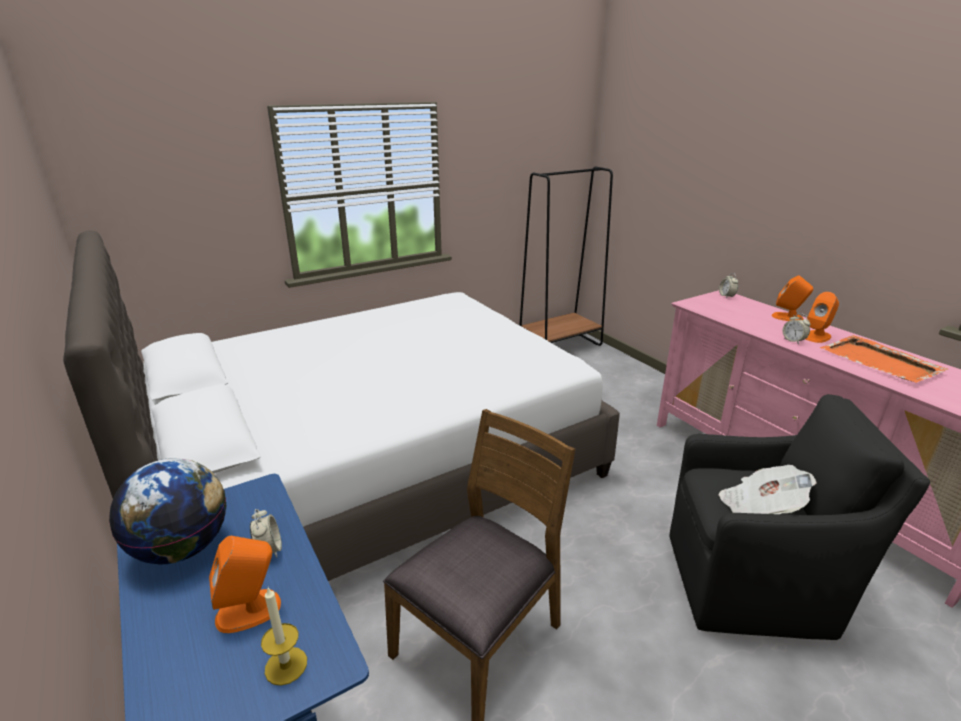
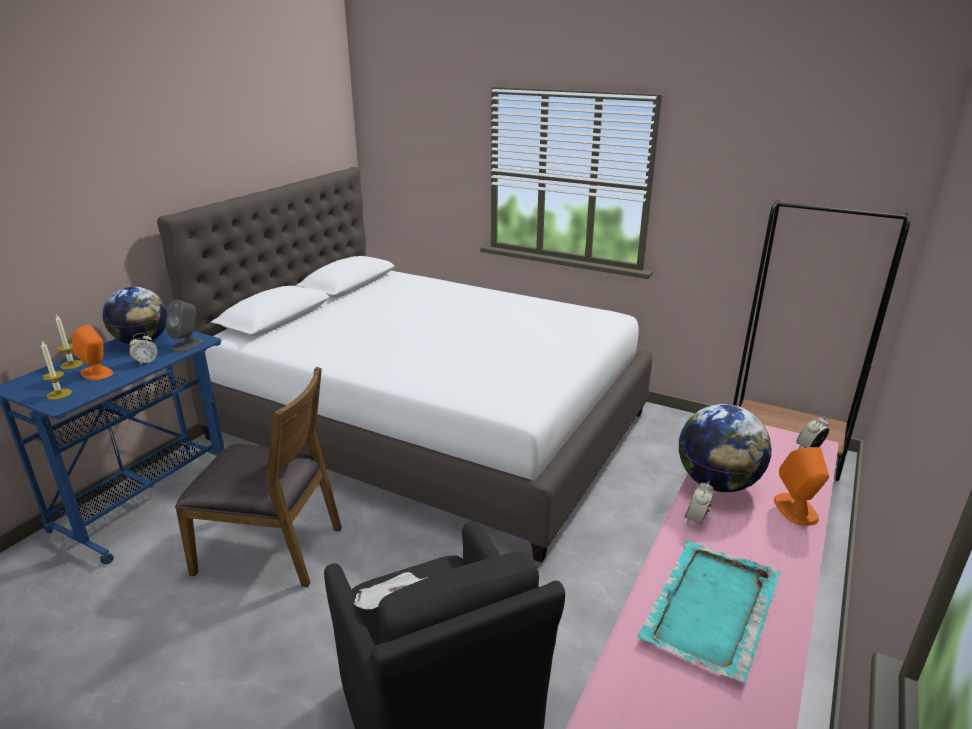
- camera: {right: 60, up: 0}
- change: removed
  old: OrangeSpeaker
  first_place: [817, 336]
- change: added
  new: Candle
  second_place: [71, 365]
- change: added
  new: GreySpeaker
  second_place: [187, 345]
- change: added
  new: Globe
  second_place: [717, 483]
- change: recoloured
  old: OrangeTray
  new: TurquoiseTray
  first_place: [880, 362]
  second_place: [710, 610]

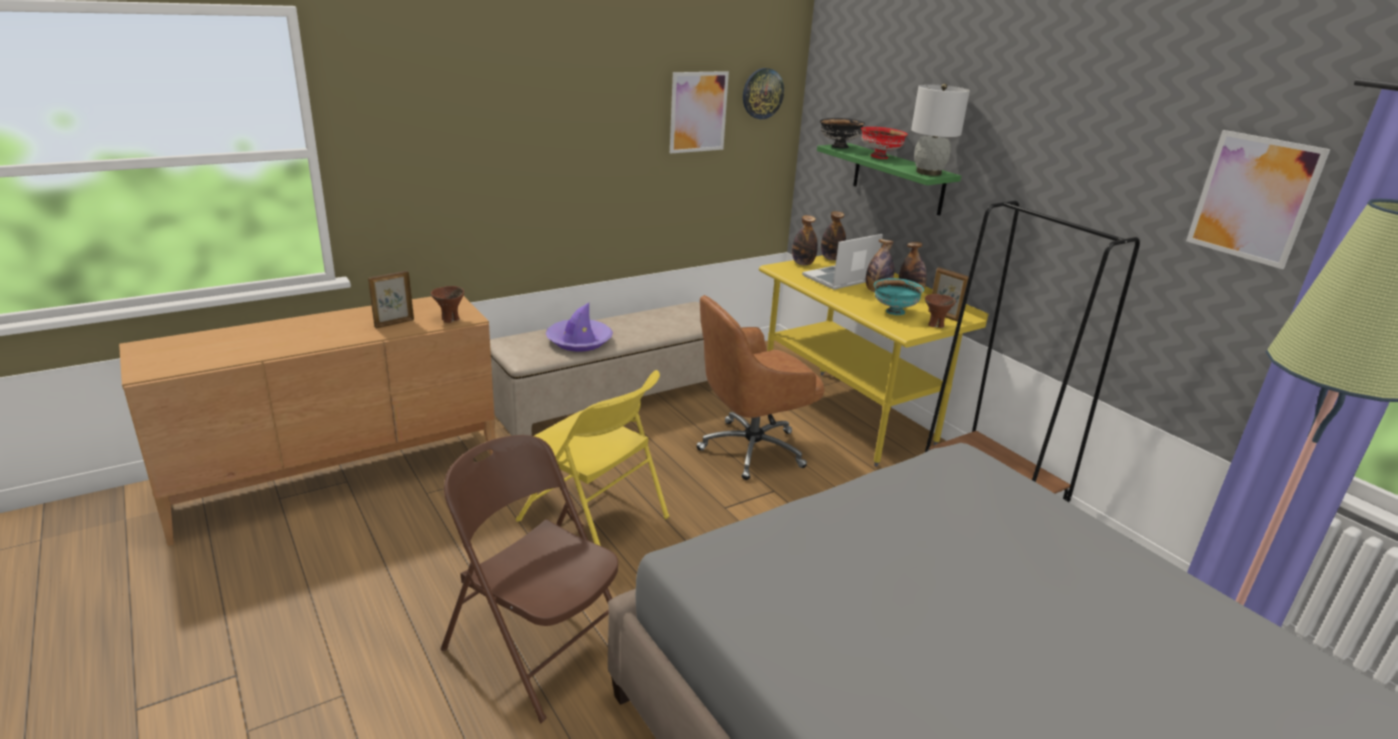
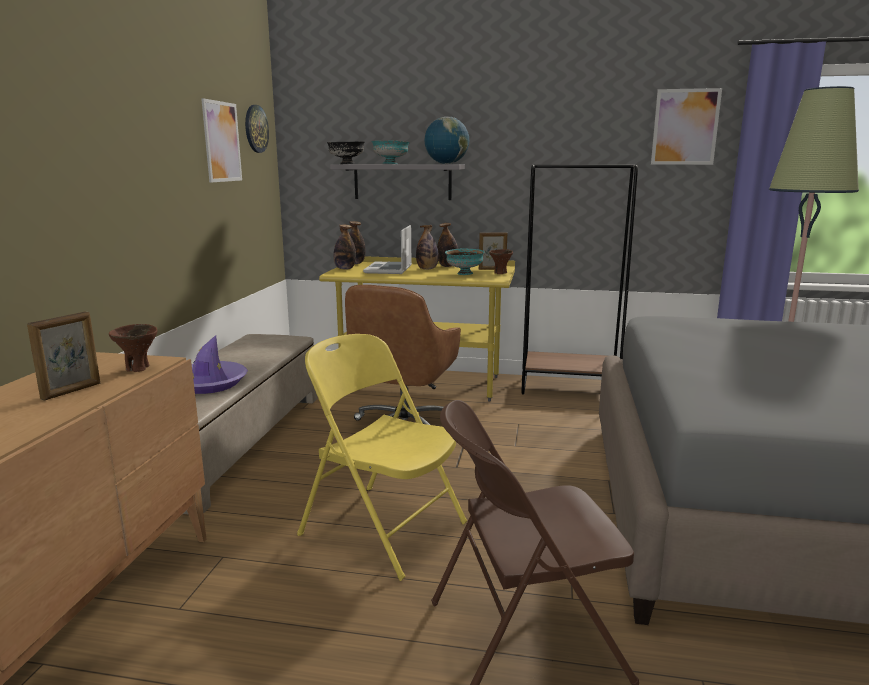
- camera: {right: -45, up: -10}
- change: replaced
  old: WhiteTableLamp
  new: Globe
  first_place: [929, 172]
  second_place: [446, 164]
- change: recoloured
  old: GreenShelf
  new: GreyShelf
  first_place: [898, 179]
  second_place: [402, 182]
- change: recoloured
  old: RedBowl
  new: TurquoiseBowl
  first_place: [880, 157]
  second_place: [390, 164]
- change: turned
  old: PictureFrame
  first_place: [394, 323]
  second_place: [72, 391]
  degrees: -150
- change: turned
  old: YellowChair
  first_place: [593, 519]
  second_place: [384, 528]
  degrees: -135

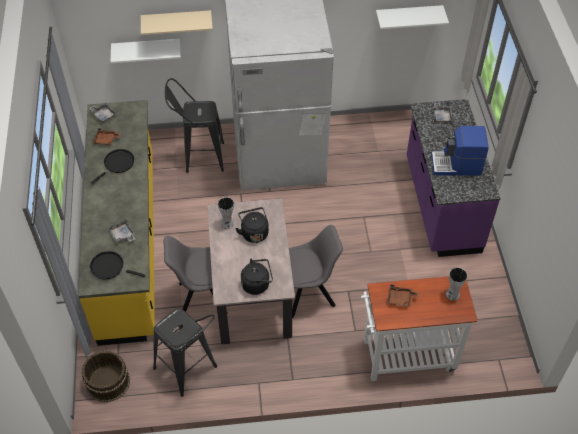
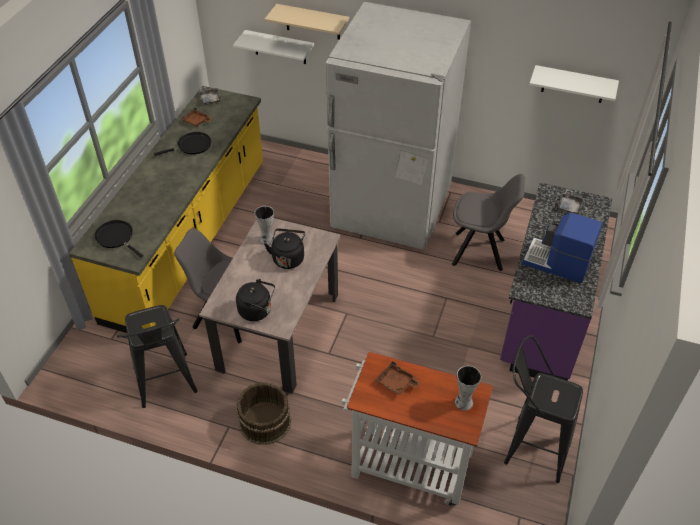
- camera: {right: 25, up: -5}
- change: removed
  old: GreyTray
  first_place: [122, 235]
- change: moved
  old: BrownBucket
  first_place: [107, 382]
  second_place: [264, 422]
- change: moved
  old: BlackStool
  first_place: [199, 157]
  second_place: [529, 445]
- change: moved
  old: GreyChair
  first_place: [308, 294]
  second_place: [479, 252]

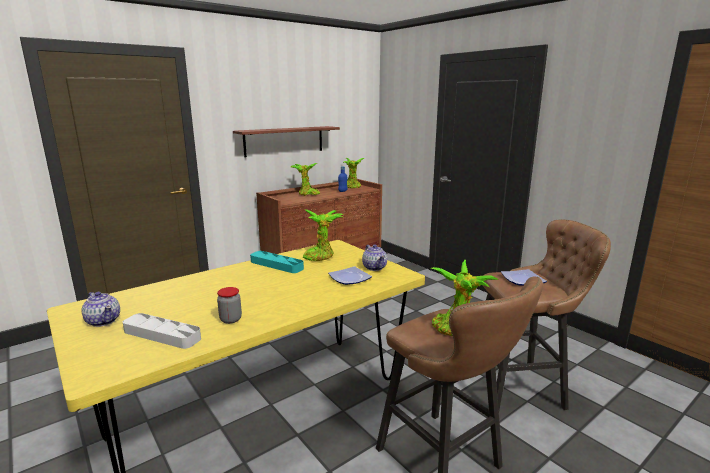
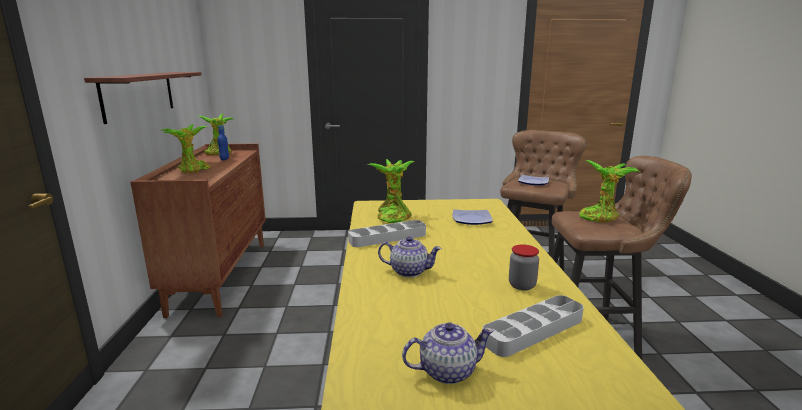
- camera: {right: -55, up: 0}
- change: moved
  old: Teapot
  first_place: [374, 267]
  second_place: [408, 271]
- change: recoloured
  old: TurquoiseTray
  new: GreyTray
  first_place: [276, 265]
  second_place: [387, 237]

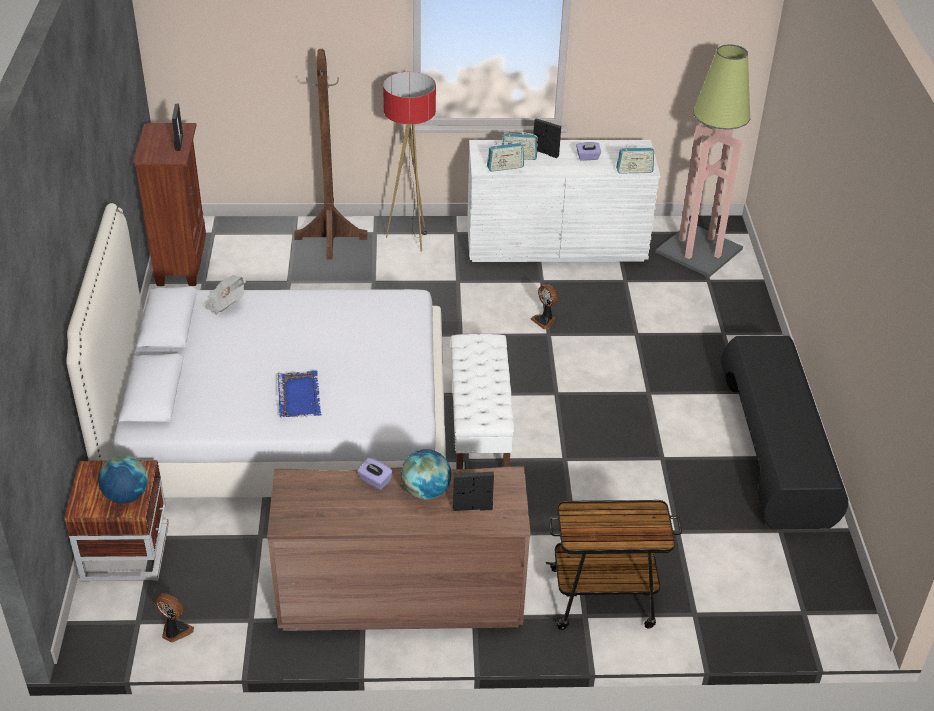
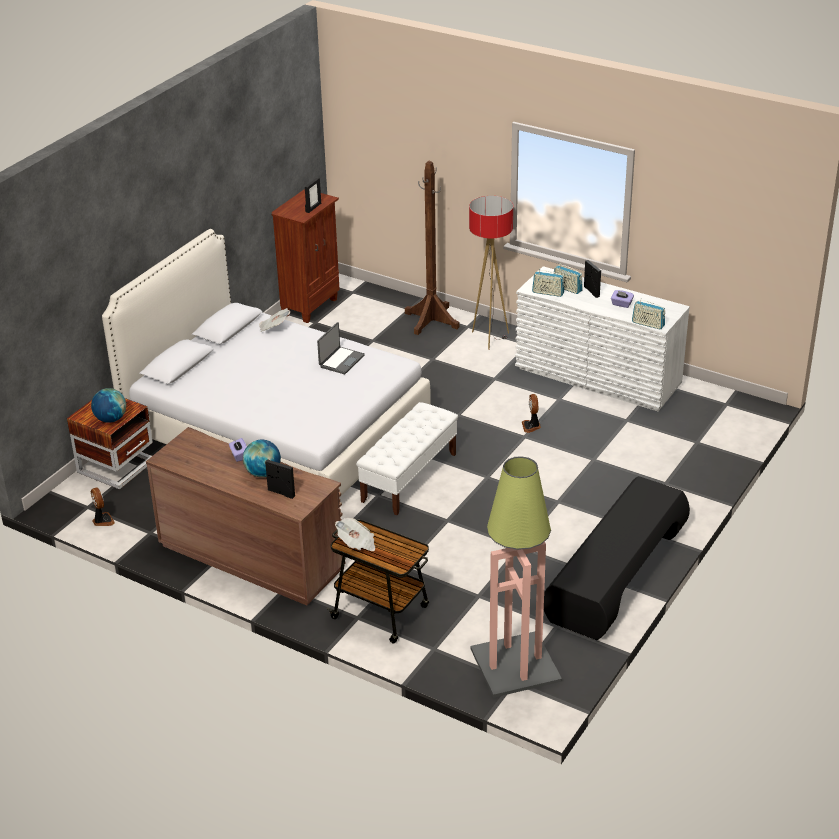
- camera: {right: 35, up: -5}
- change: removed
  old: BlueTray
  first_place: [299, 395]
- change: added
  new: Laptop
  second_place: [341, 361]
- change: added
  new: Newspaper
  second_place: [357, 544]
- change: moved
  old: FloorLamp
  first_place: [699, 251]
  second_place: [514, 666]

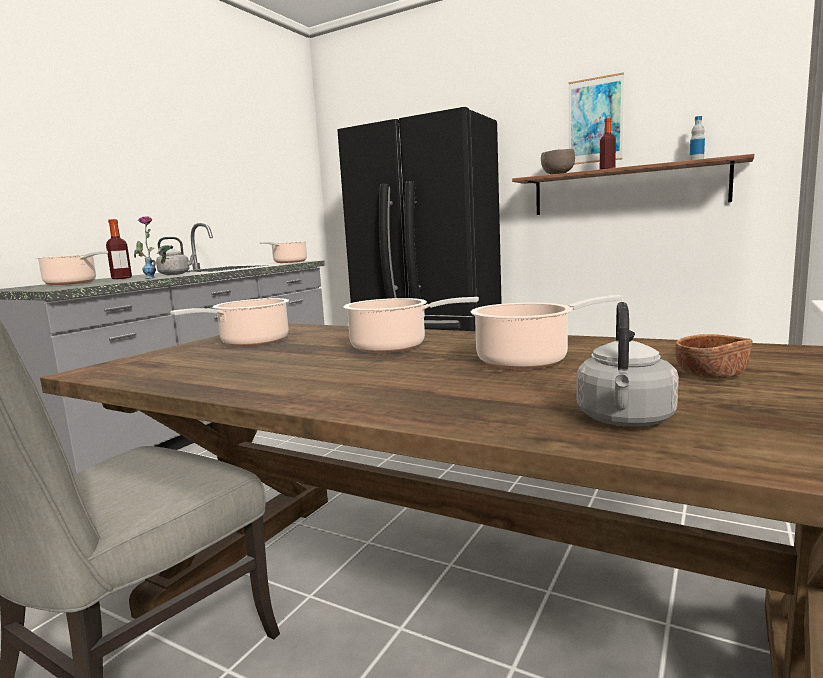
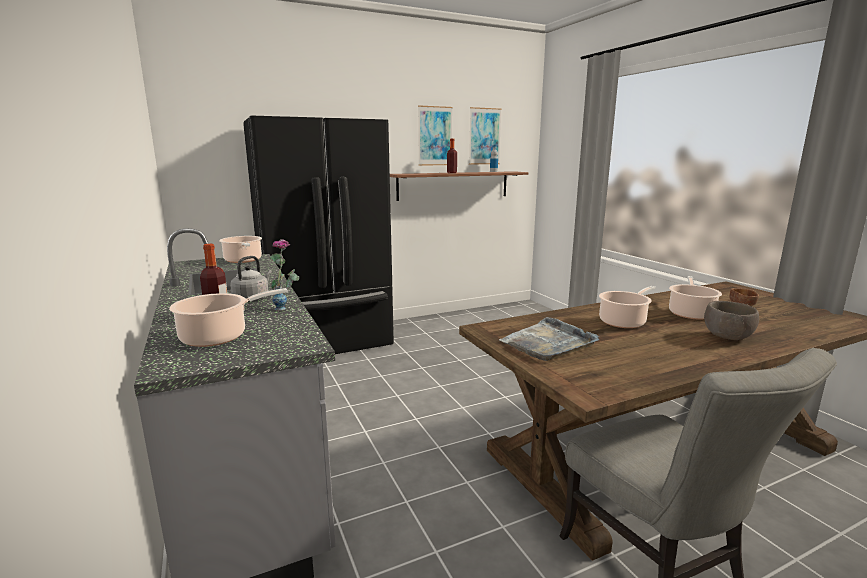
- camera: {right: -55, up: 5}
- change: removed
  old: GreyKettle
  first_place: [625, 421]
- change: added
  new: Picture
  second_place: [484, 136]
- change: moved
  old: BrownBowl
  first_place: [557, 175]
  second_place: [726, 337]
- change: replaced
  old: CookingPot
  new: GreyTray
  first_place: [251, 343]
  second_place: [548, 342]

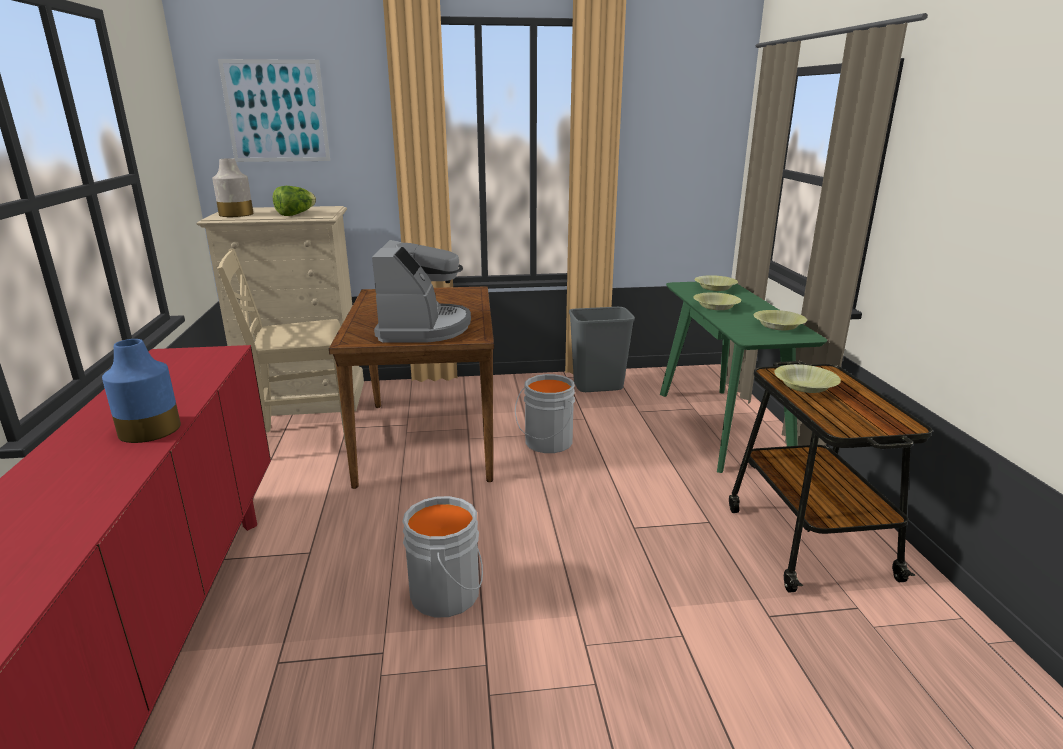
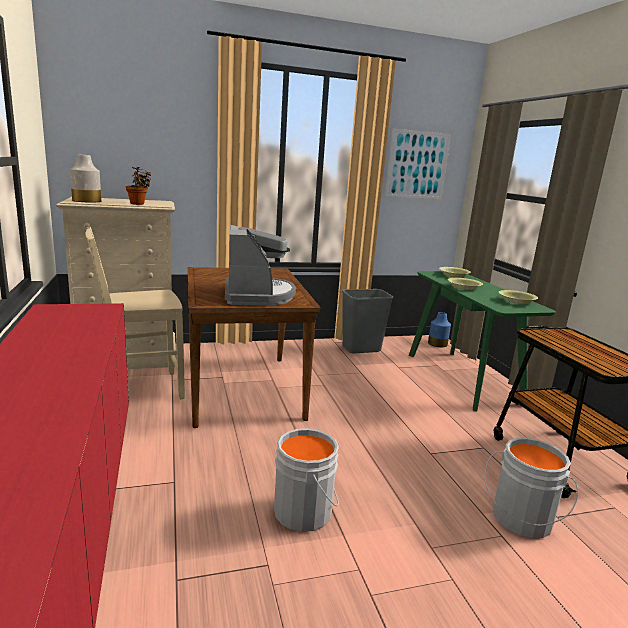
- camera: {right: -10, up: -5}
- change: removed
  old: YellowBowl
  first_place: [805, 386]
- change: moved
  old: BlueVase
  first_place: [149, 430]
  second_place: [437, 343]
- change: moved
  old: Picture
  first_place: [276, 111]
  second_place: [417, 165]
- change: moved
  old: GreyBucket
  first_place: [546, 443]
  second_place: [520, 520]
- change: replaced
  old: Lettuce
  new: PottedPlant
  first_place: [295, 214]
  second_place: [138, 203]

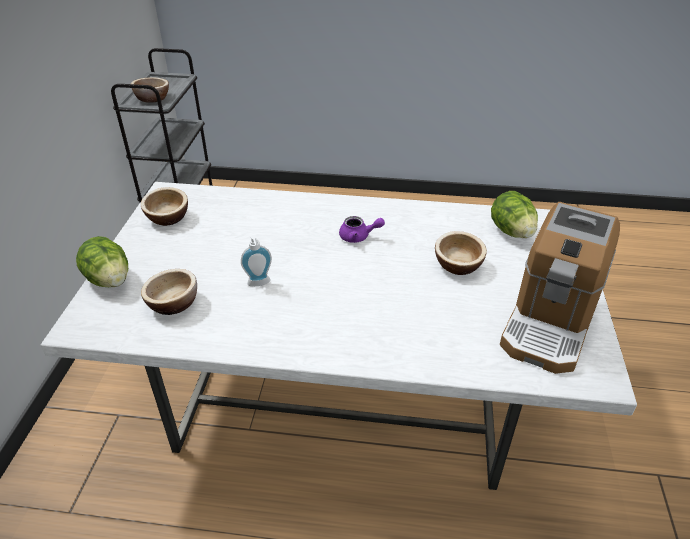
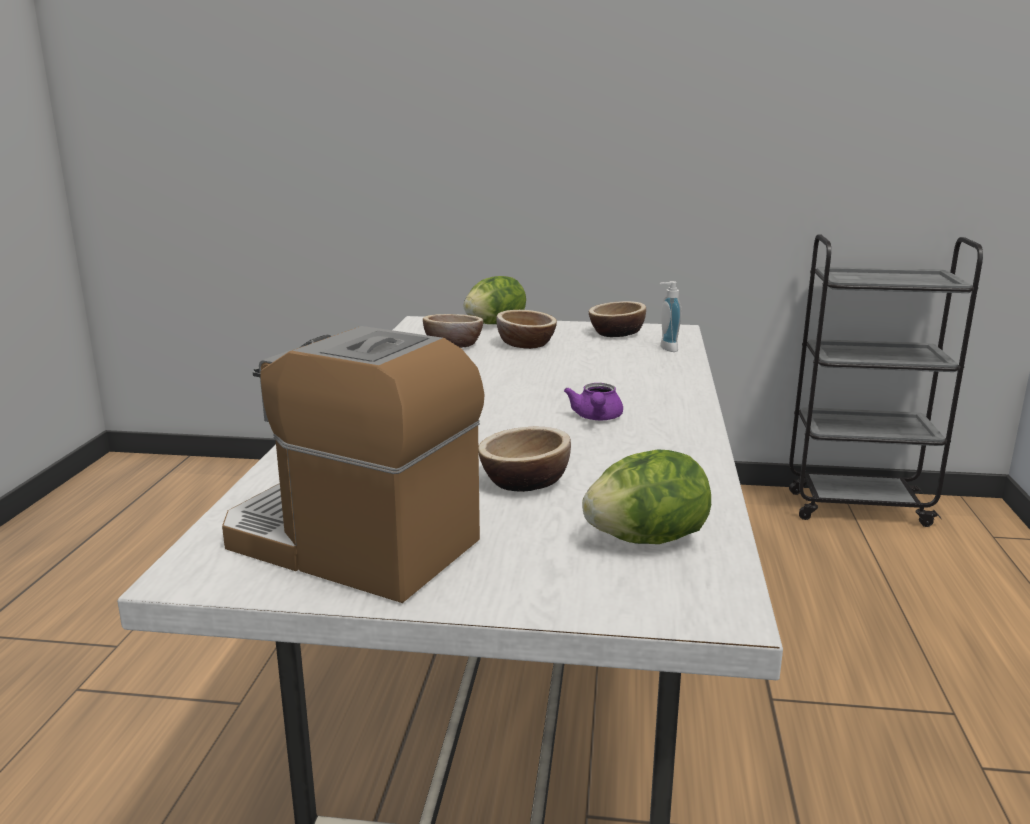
- camera: {right: 90, up: -20}
- change: moved
  old: Bowl
  first_place: [152, 99]
  second_place: [526, 344]
- change: moved
  old: SoapDispenser
  first_place: [259, 284]
  second_place: [666, 348]

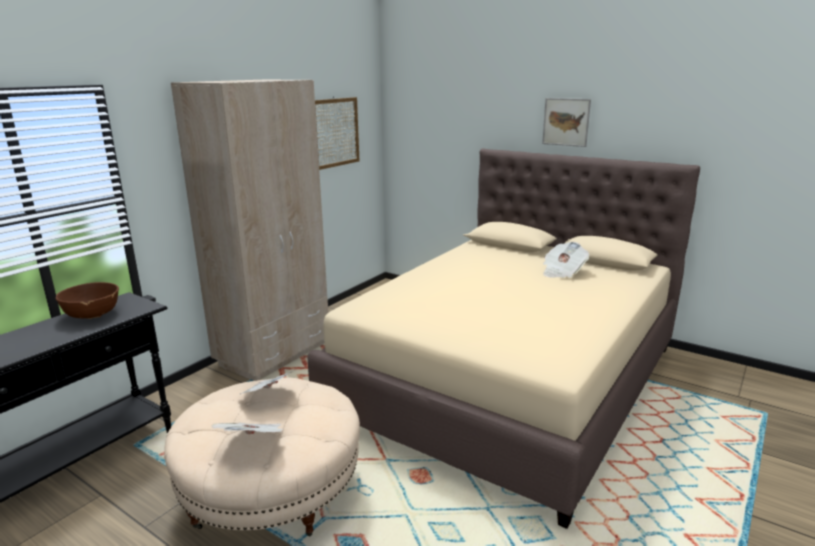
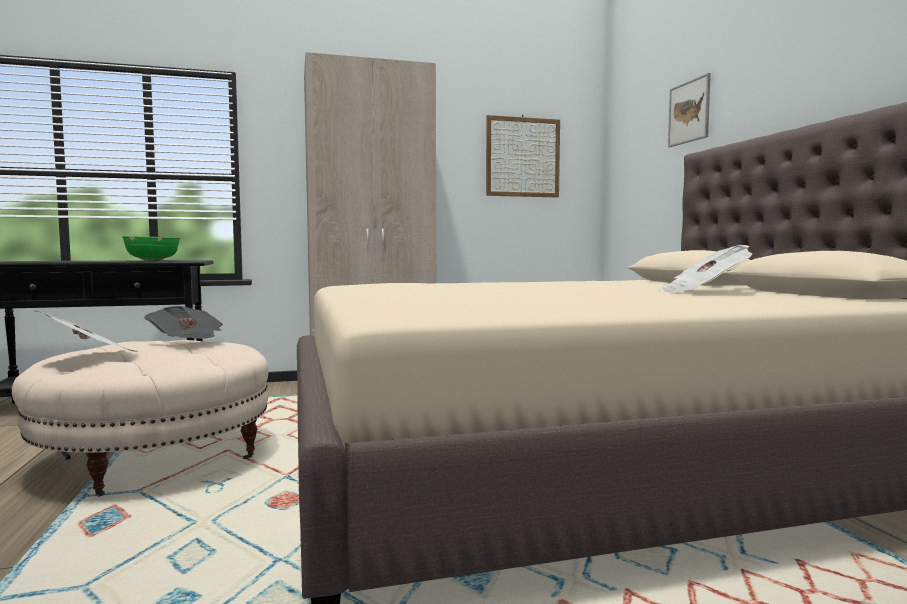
- camera: {right: 40, up: -15}
- change: moved
  old: Picture
  first_place: [566, 122]
  second_place: [689, 112]
- change: recoloured
  old: BrownBowl
  new: GreenBowl
  first_place: [92, 315]
  second_place: [153, 260]

